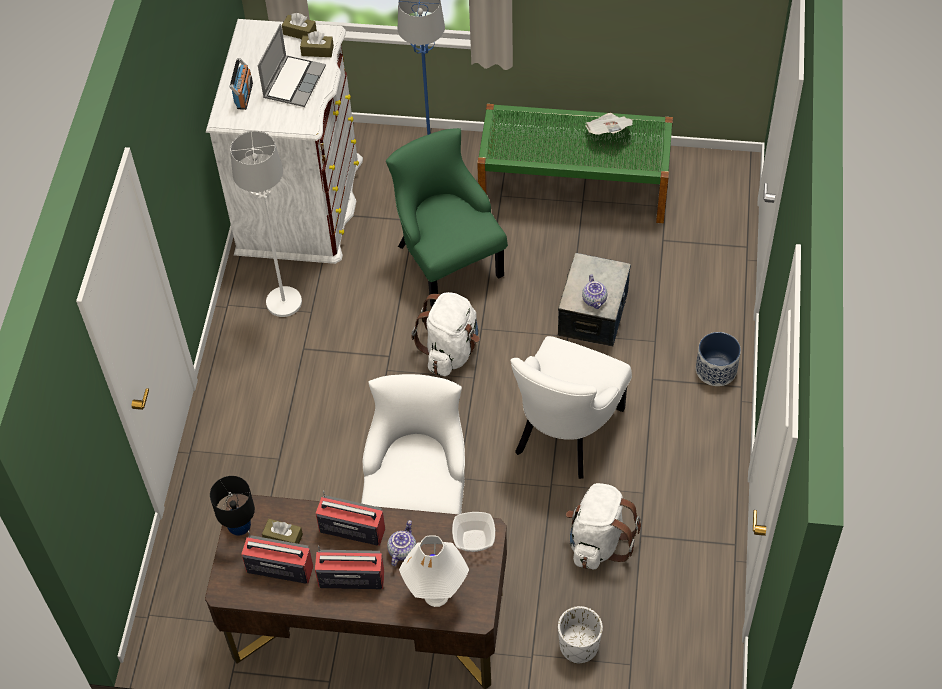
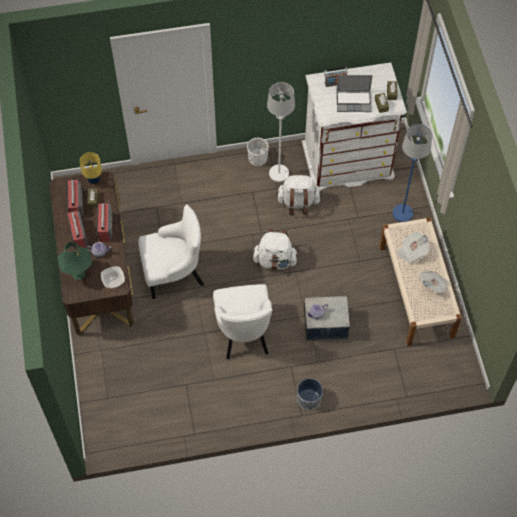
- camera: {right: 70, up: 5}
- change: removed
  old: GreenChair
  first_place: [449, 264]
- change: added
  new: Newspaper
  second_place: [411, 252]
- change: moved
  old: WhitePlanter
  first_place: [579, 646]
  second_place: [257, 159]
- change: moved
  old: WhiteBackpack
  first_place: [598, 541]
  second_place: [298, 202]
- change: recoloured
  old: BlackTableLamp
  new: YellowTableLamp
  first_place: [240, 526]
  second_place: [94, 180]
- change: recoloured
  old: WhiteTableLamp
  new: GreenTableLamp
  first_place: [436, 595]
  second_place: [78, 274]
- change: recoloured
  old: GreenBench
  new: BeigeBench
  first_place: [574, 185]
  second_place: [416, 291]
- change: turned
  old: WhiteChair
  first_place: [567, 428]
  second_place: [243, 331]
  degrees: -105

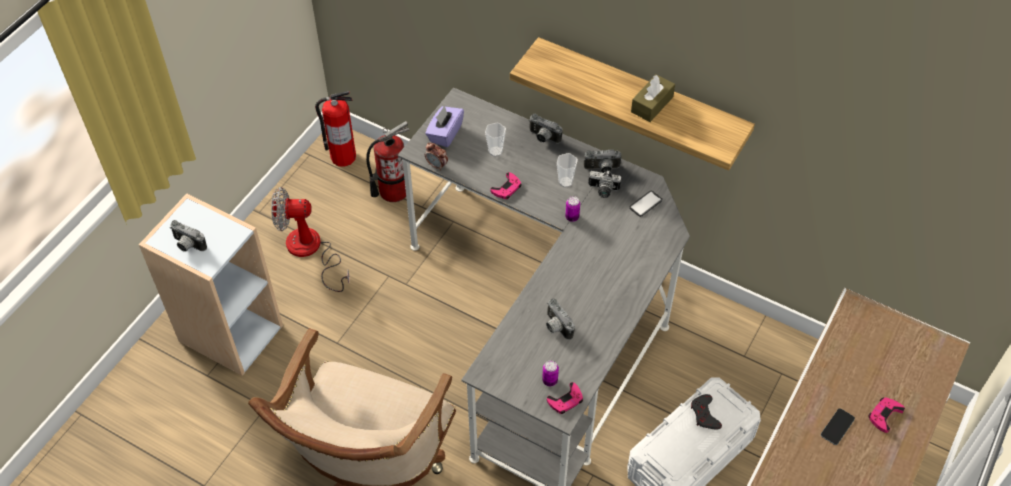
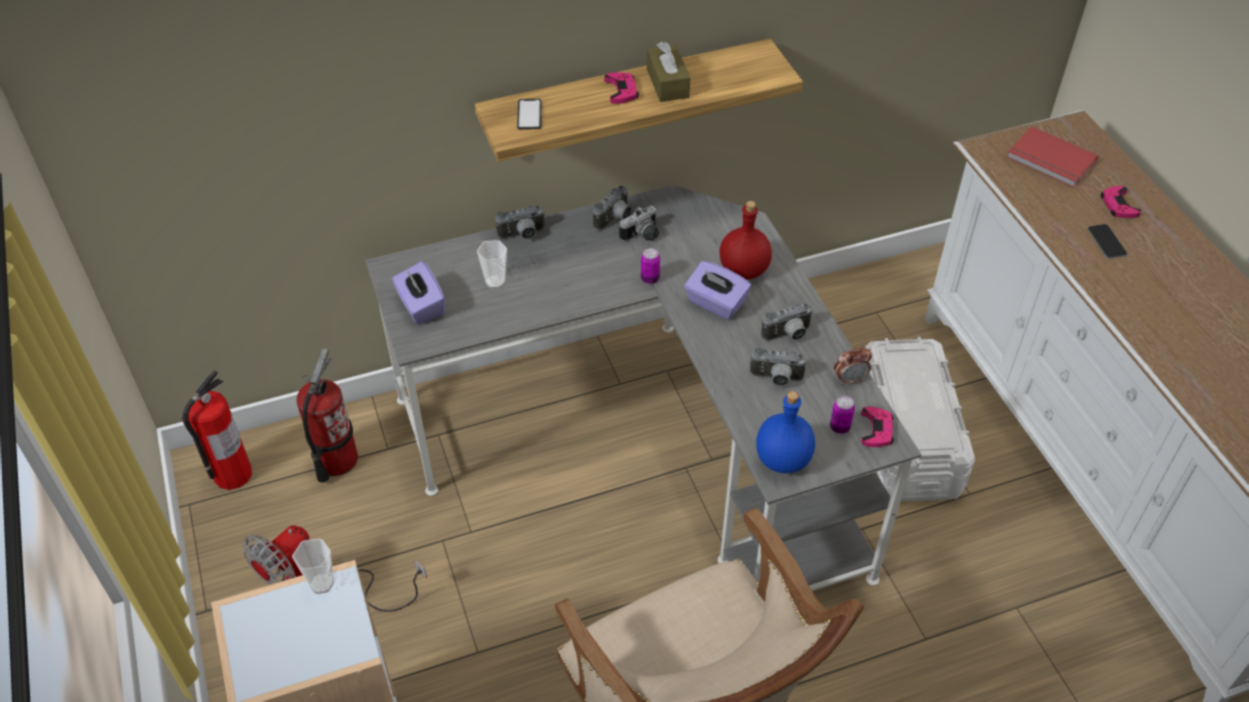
- camera: {right: -50, up: -5}
- change: removed
  old: GreyGameController
  first_place: [705, 414]
- change: added
  new: PurpleTissueBox
  second_place: [715, 303]
- change: added
  new: RedBottle
  second_place: [744, 270]
- change: added
  new: BlueBottle
  second_place: [781, 459]
- change: added
  new: RedBook
  second_place: [1050, 160]
- change: moved
  old: PhotoCamera
  first_place: [187, 245]
  second_place: [788, 335]
- change: moved
  old: AlarmClock
  first_place: [437, 165]
  second_place: [849, 379]
- change: moved
  old: PinkGameController
  first_place: [506, 188]
  second_place: [621, 91]
- change: moved
  old: Cup
  first_place: [565, 182]
  second_place: [321, 583]
- change: moved
  old: Phone
  first_place: [645, 204]
  second_place: [529, 115]

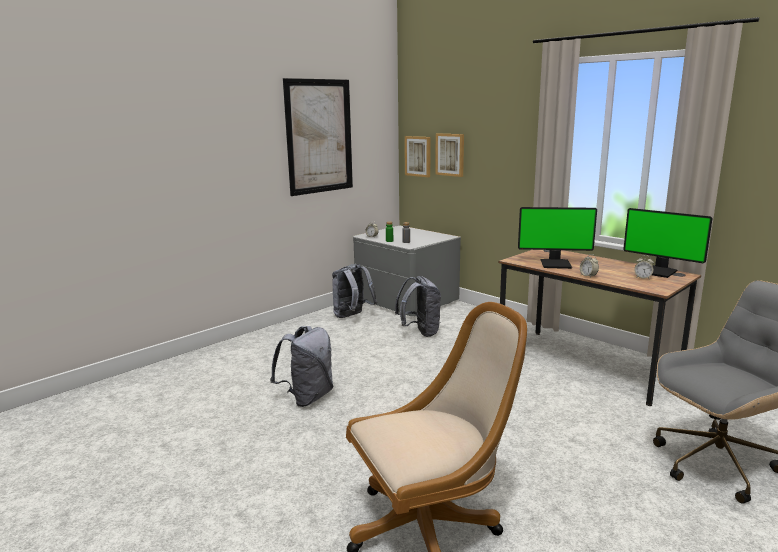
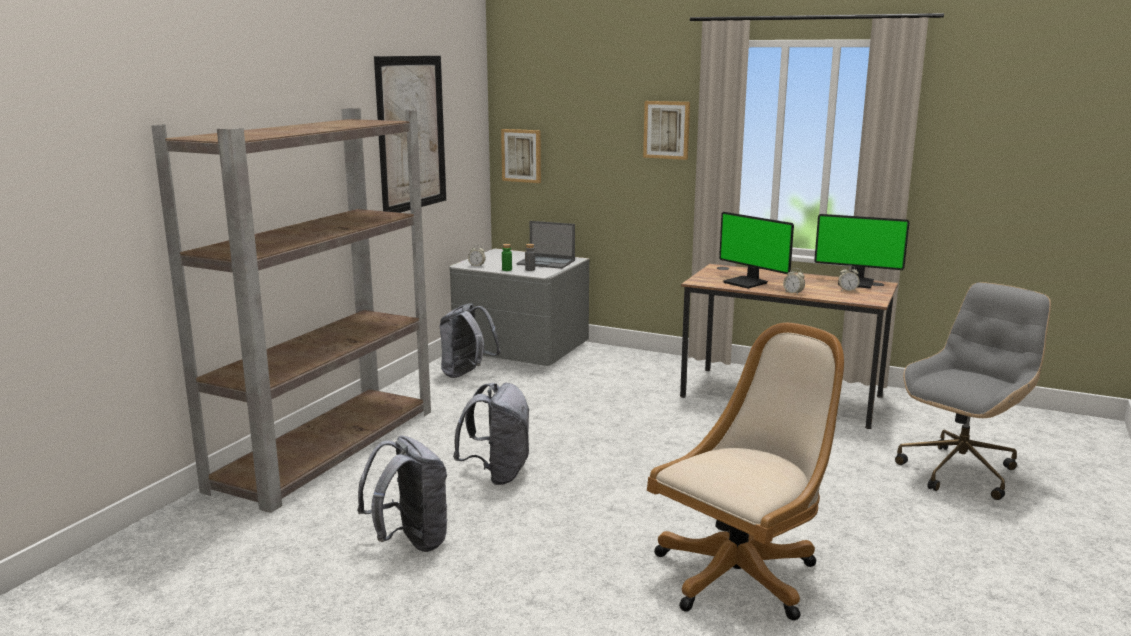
- camera: {right: -20, up: 0}
- change: added
  new: BrownBookcase
  second_place: [327, 448]
- change: added
  new: Laptop
  second_place: [546, 262]
- change: moved
  old: GreyBackpack
  first_place: [420, 332]
  second_place: [410, 542]
- change: moved
  old: Picture
  first_place: [450, 154]
  second_place: [666, 130]
- change: turned
  old: Monitor
  first_place: [556, 264]
  second_place: [747, 282]
  degrees: 60

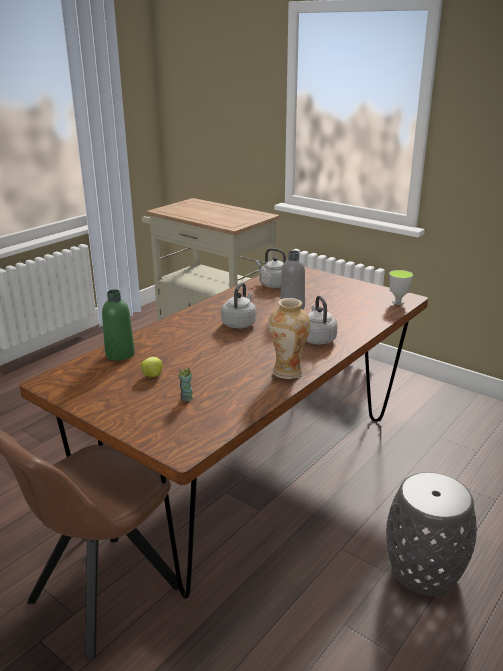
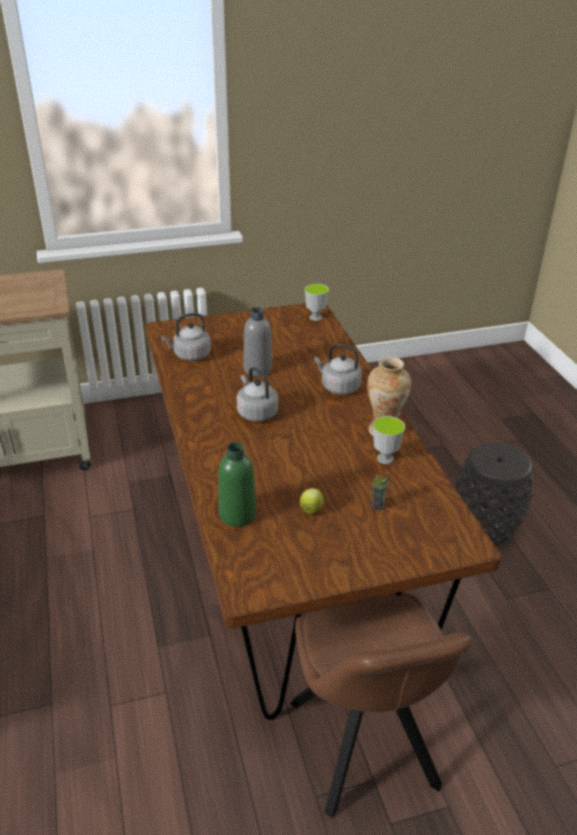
- camera: {right: -55, up: 10}
- change: added
  new: Cup
  second_place: [385, 458]

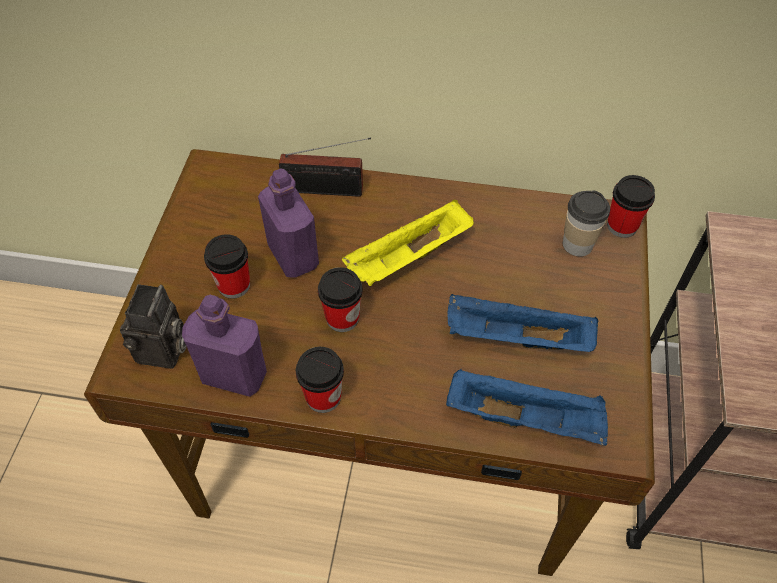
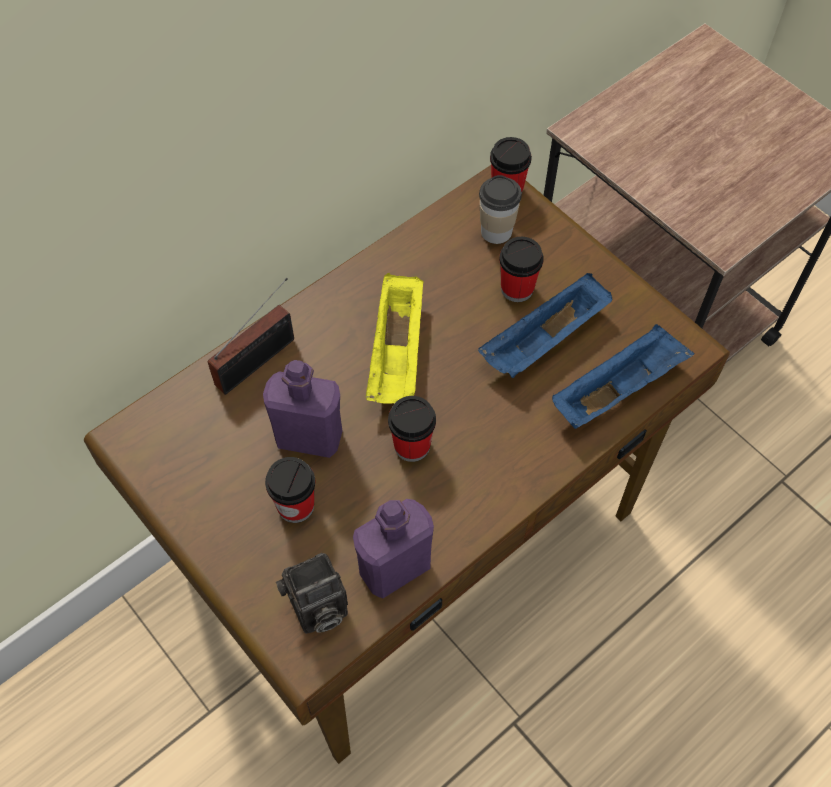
- camera: {right: -50, up: 5}
- change: moved
  old: Cup
  first_place: [323, 397]
  second_place: [517, 288]
- change: turned
  old: PhotoCamera
  first_place: [164, 352]
  second_place: [316, 610]
  degrees: 105

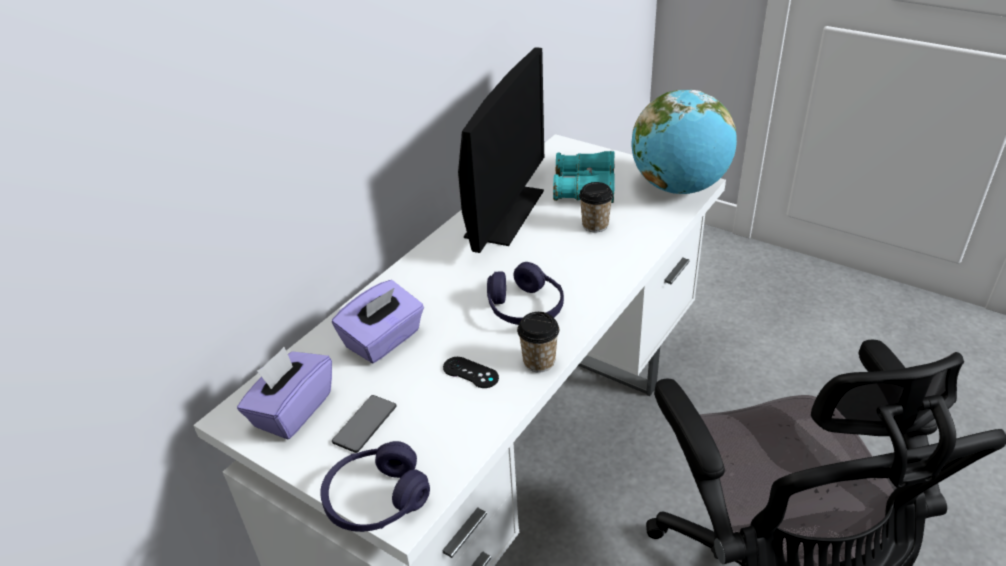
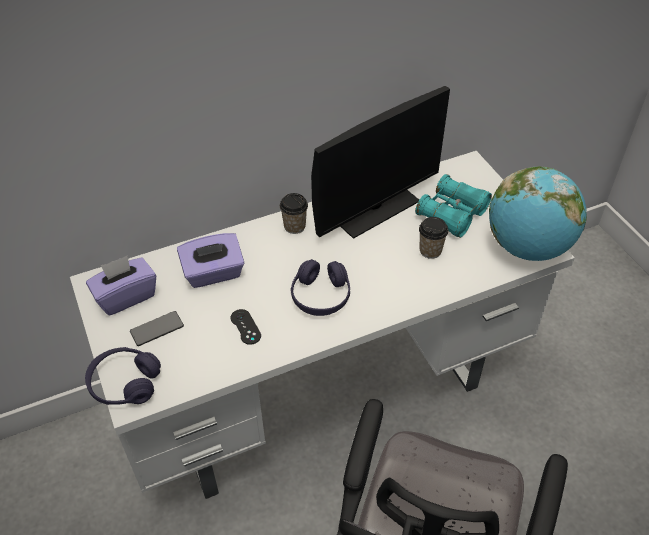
- camera: {right: 30, up: 10}
- change: moved
  old: Cup
  first_place: [539, 362]
  second_place: [294, 226]

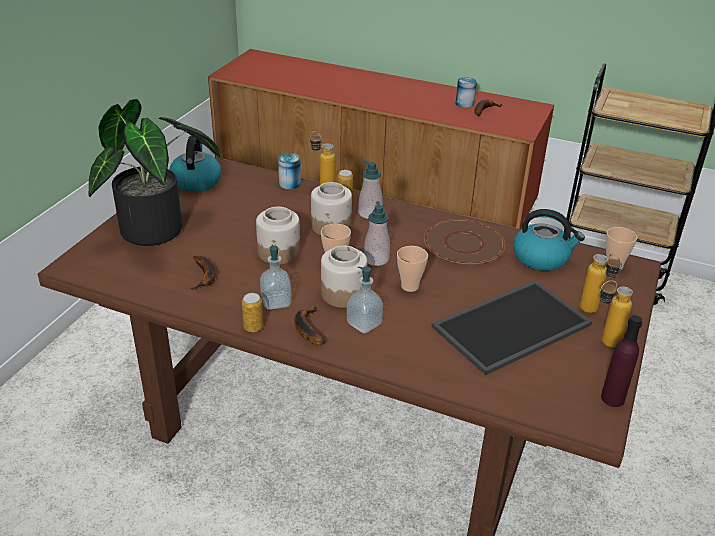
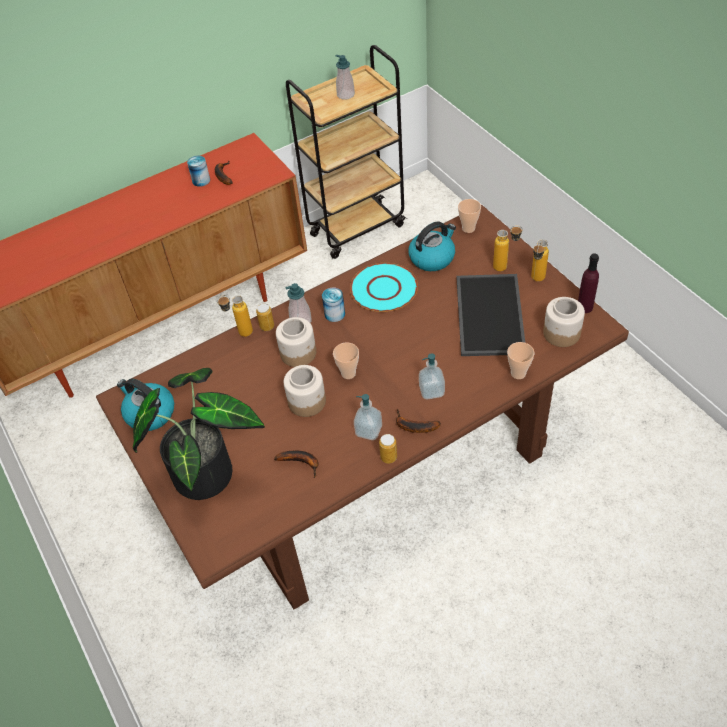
- camera: {right: -50, up: 15}
- change: moved
  old: Can
  first_place: [290, 184]
  second_place: [334, 314]
- change: moved
  old: Jar
  first_place: [343, 293]
  second_place: [561, 333]
- change: moved
  old: SoapDispenser
  first_place: [376, 259]
  second_place: [345, 95]
- change: moved
  old: Cup
  first_place: [410, 286]
  second_place: [518, 373]
- change: recoloured
  old: BrownPlate
  new: TurquoisePlate
  first_place: [463, 244]
  second_place: [384, 289]

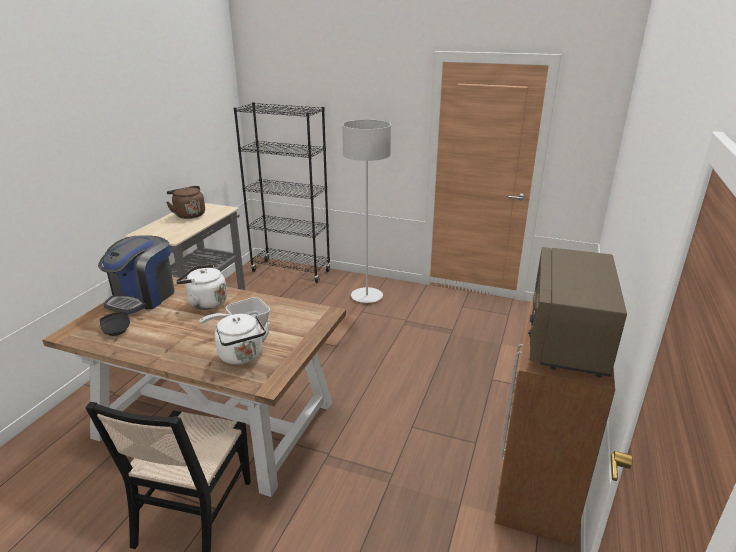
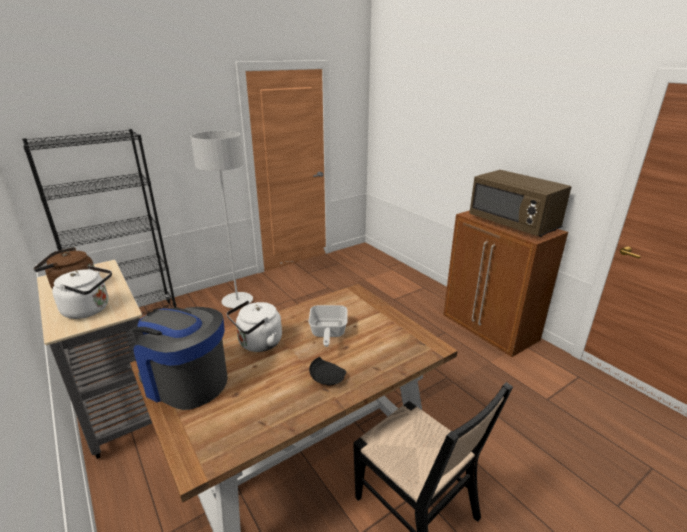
- camera: {right: -55, up: 0}
- change: moved
  old: BlackPlate
  first_place: [117, 329]
  second_place: [327, 378]
- change: moved
  old: WhiteKettle
  first_place: [242, 356]
  second_place: [90, 310]
- change: turned
  old: CoffeeMachine
  first_place: [143, 297]
  second_place: [186, 382]
  degrees: 150

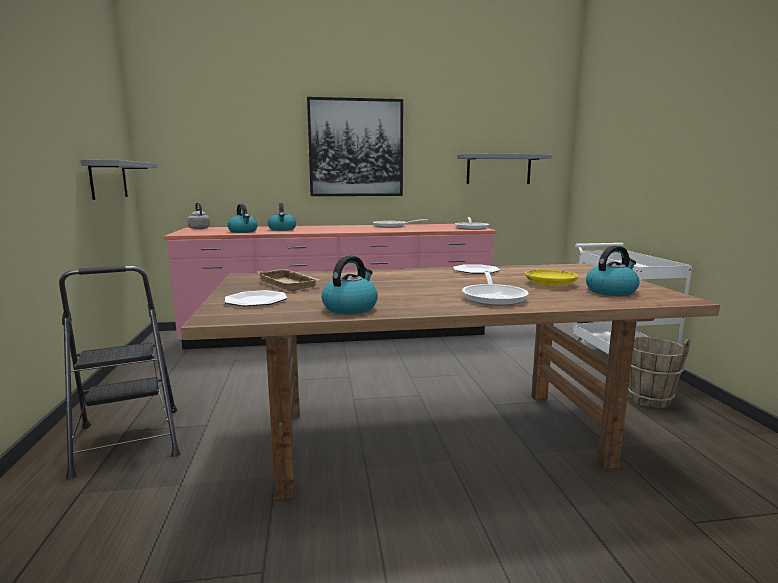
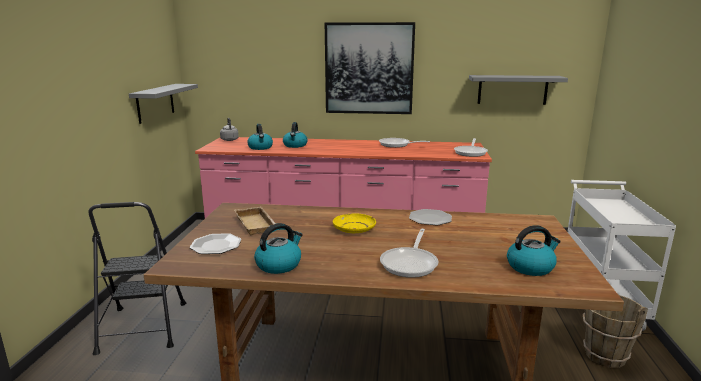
- camera: {right: 15, up: 5}
- change: moved
  old: YellowPlate
  first_place: [550, 283]
  second_place: [354, 228]

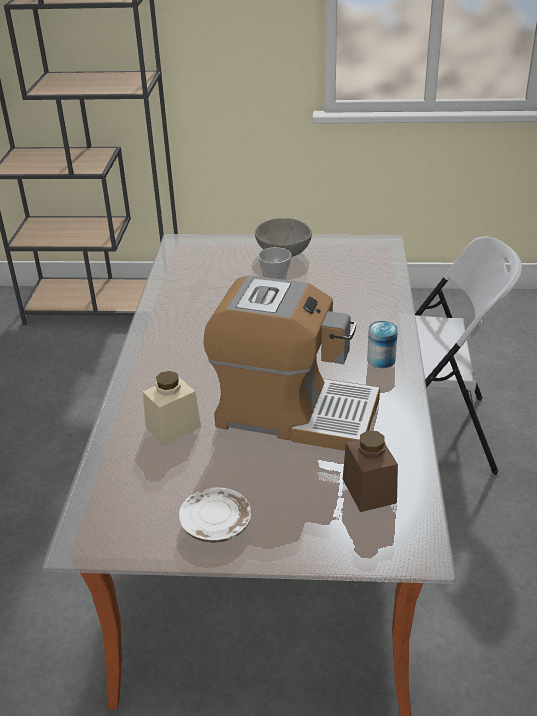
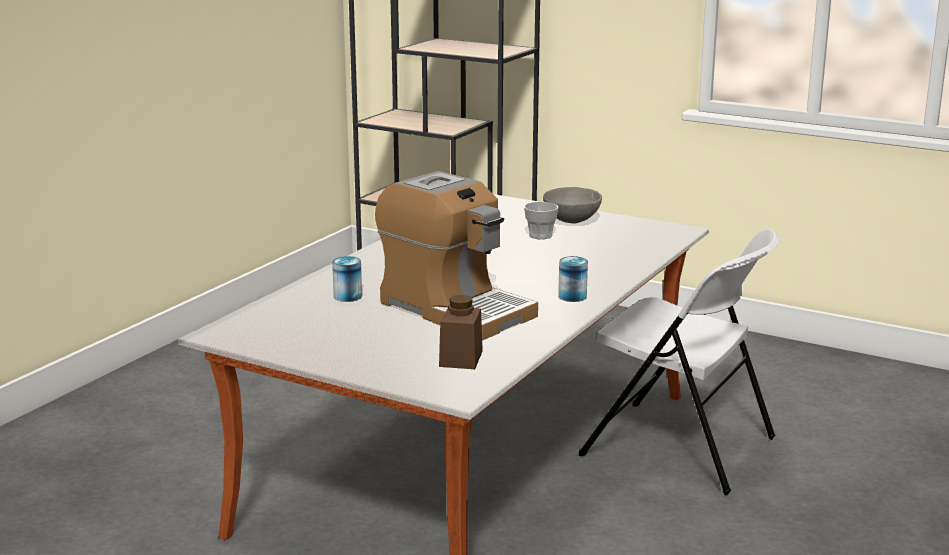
- camera: {right: 25, up: -15}
- change: removed
  old: WhitePlate
  first_place: [216, 524]
- change: replaced
  old: BeigeJar
  new: Can
  first_place: [173, 427]
  second_place: [347, 296]

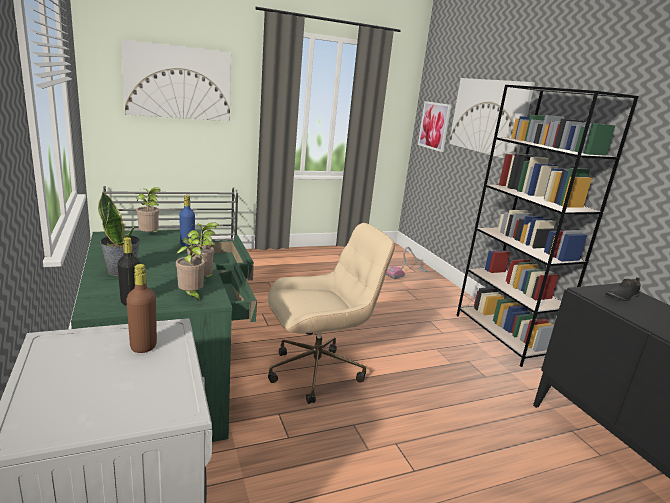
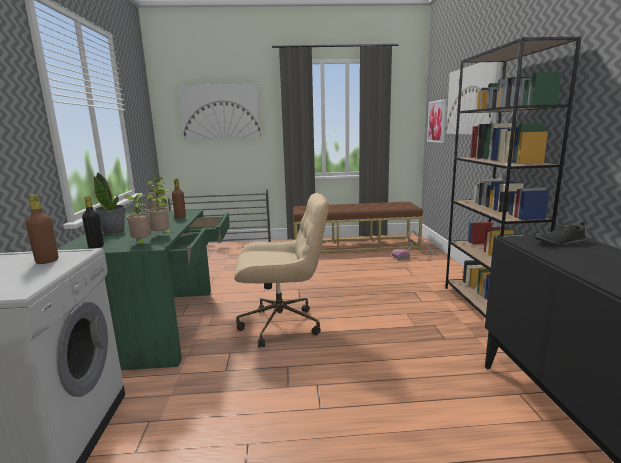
- camera: {right: 20, up: -5}
- change: added
  new: BrownBench
  second_place: [355, 245]
- change: recoloured
  old: BlueBottle
  new: BrownBottle
  first_place: [187, 244]
  second_place: [180, 217]

